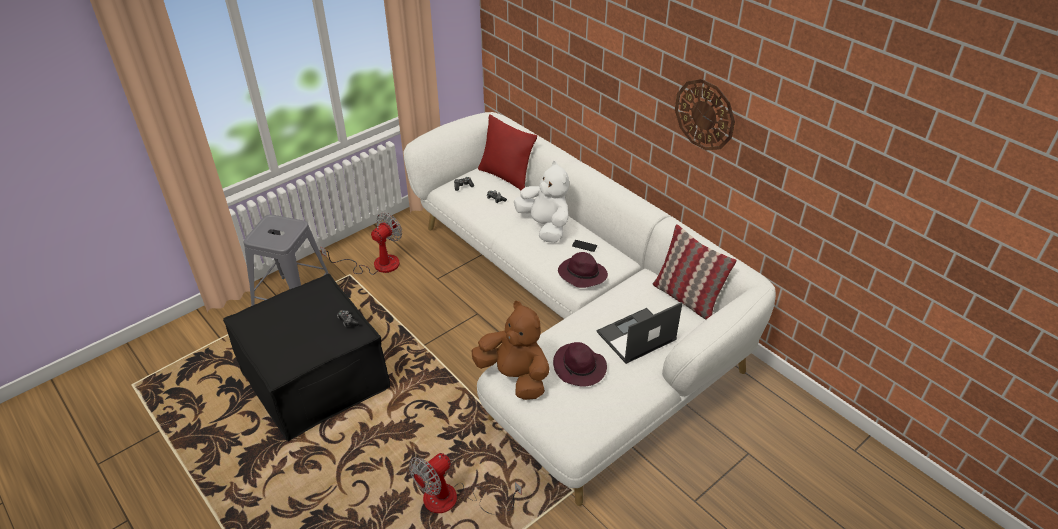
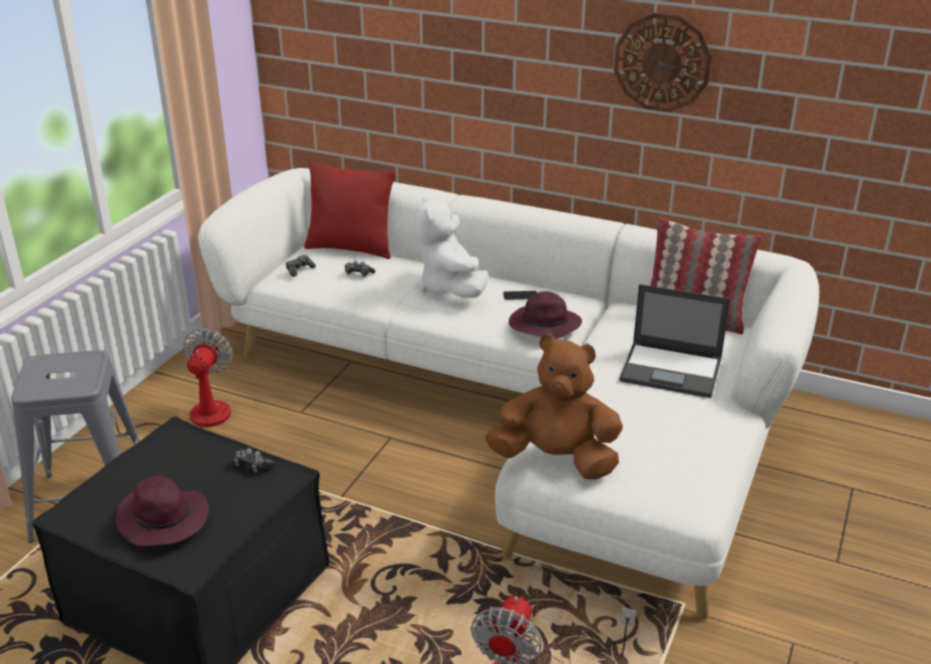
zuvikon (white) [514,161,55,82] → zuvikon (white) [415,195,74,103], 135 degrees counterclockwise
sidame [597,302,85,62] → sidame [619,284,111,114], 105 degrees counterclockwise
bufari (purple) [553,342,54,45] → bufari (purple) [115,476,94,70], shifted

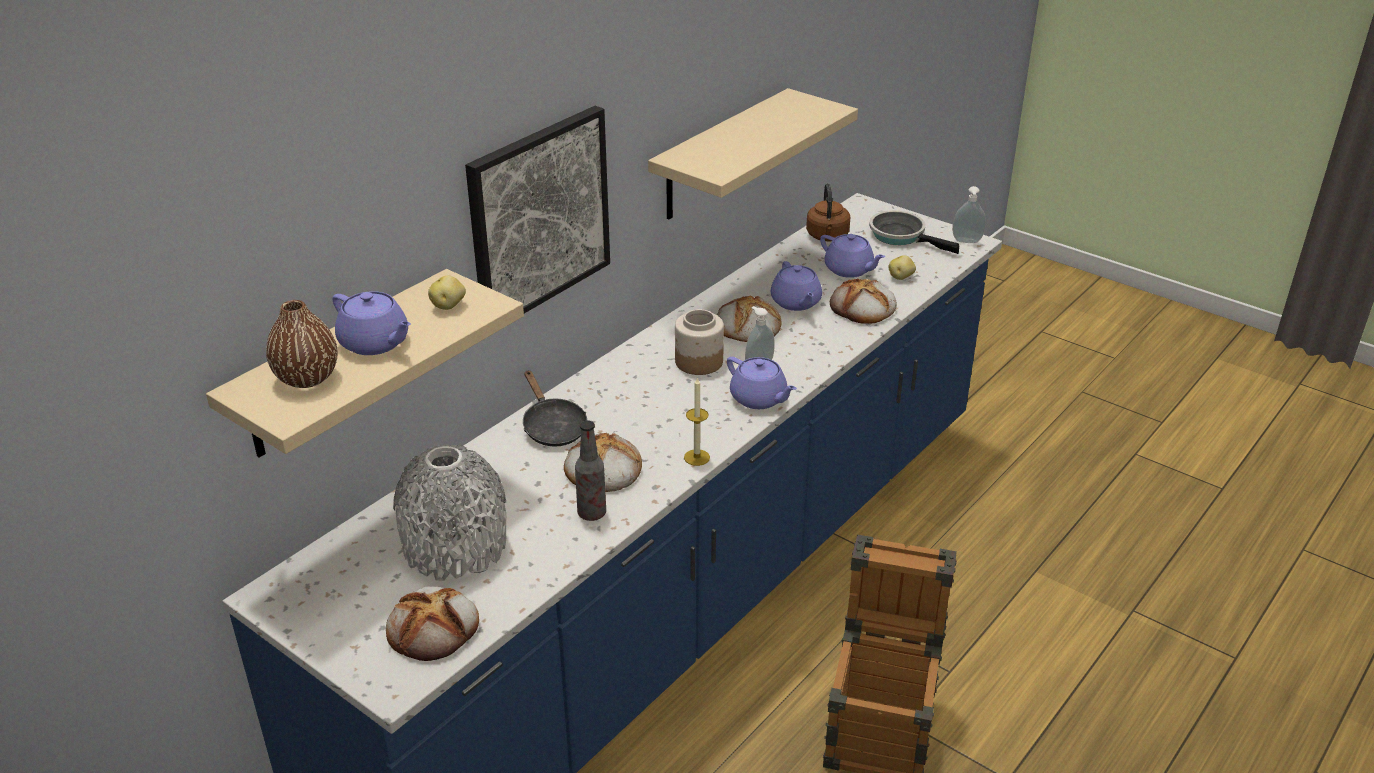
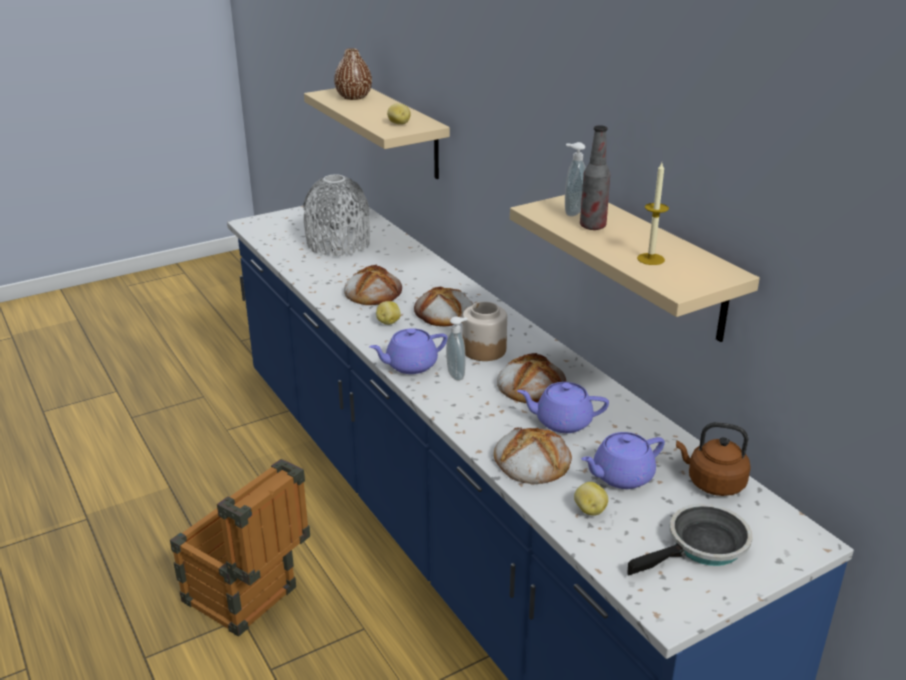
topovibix [465,106,145,207] → -
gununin [952,186,34,57] → gununin [565,142,21,74], shifted
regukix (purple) [332,291,79,64] → -
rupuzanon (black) [523,370,64,77] → -
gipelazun [684,377,26,89] → gipelazun [637,163,32,102], shifted
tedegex [575,421,31,100] → tedegex [580,125,30,105], shifted
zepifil [386,586,93,75] → zepifil [414,286,59,40], shifted
- → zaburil [376,301,25,24]

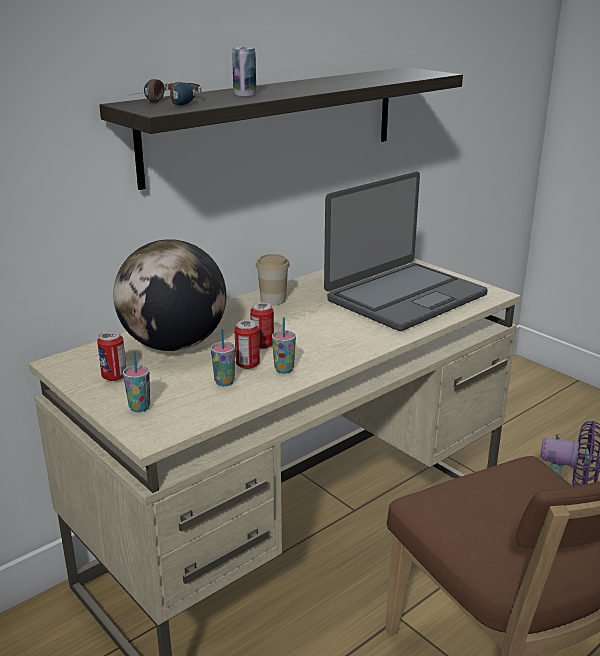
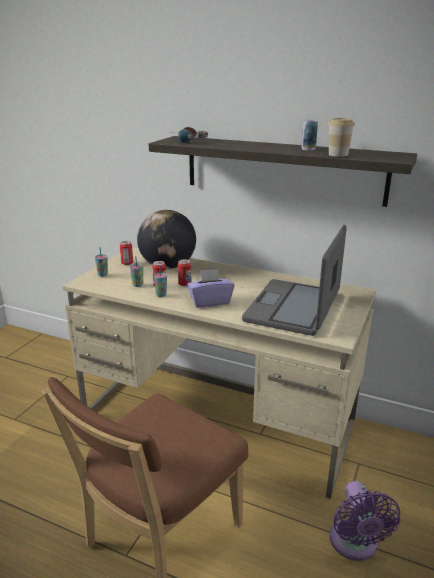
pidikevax [232,47,24,49] → pidikevax [301,120,17,30], shifted
sidame [324,172,164,159] → sidame [242,225,105,111], 90 degrees clockwise
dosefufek [256,254,34,52] → dosefufek [328,118,27,39], shifted
- → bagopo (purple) [187,269,47,39]

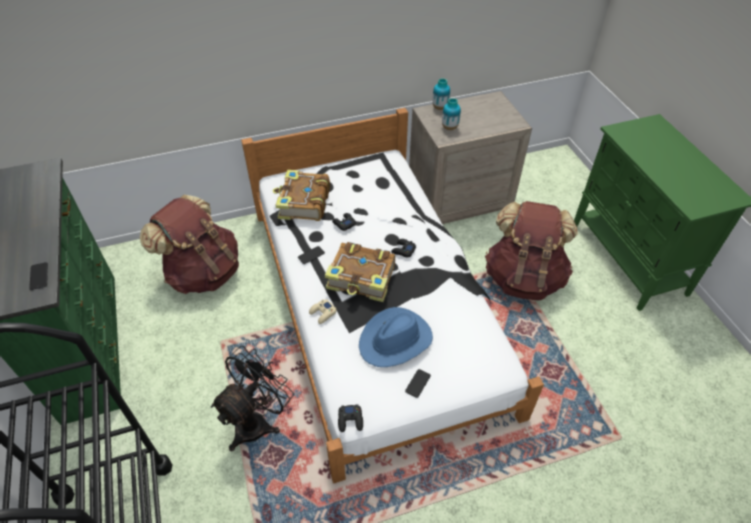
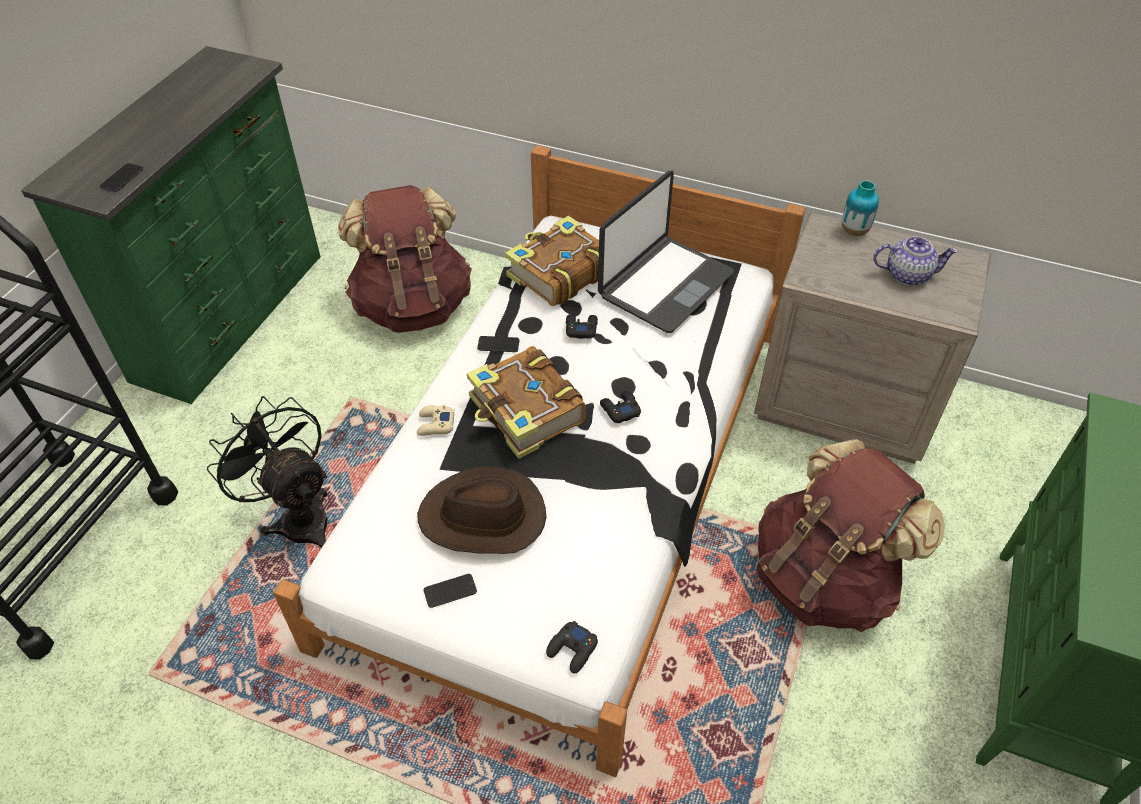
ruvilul [442,98,19,32] → -
bufari (blue) [359,307,74,60] → bufari (brown) [417,466,129,88]
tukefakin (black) [211,346,83,106] → tukefakin (black) [207,396,120,152], 120 degrees counterclockwise
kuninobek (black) [338,404,25,28] → kuninobek (black) [546,621,52,53], shifted
- → sidame [598,171,136,162]
- → regukix [873,236,85,49]

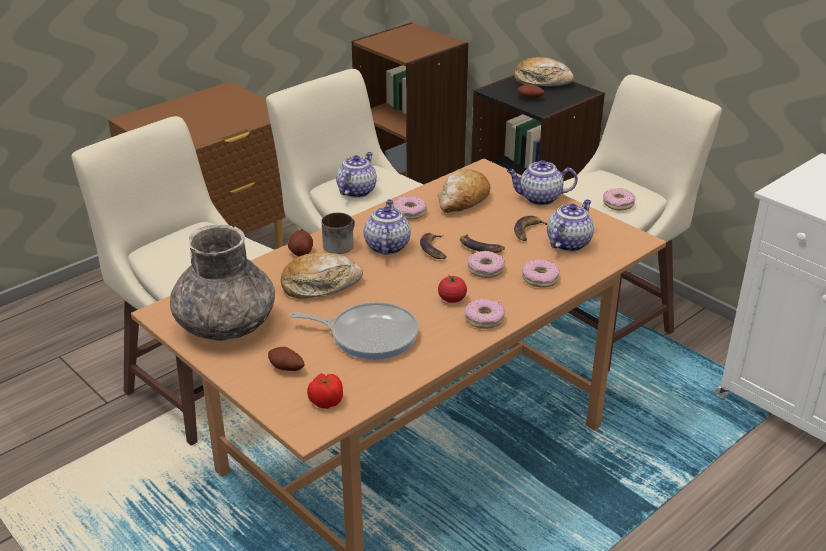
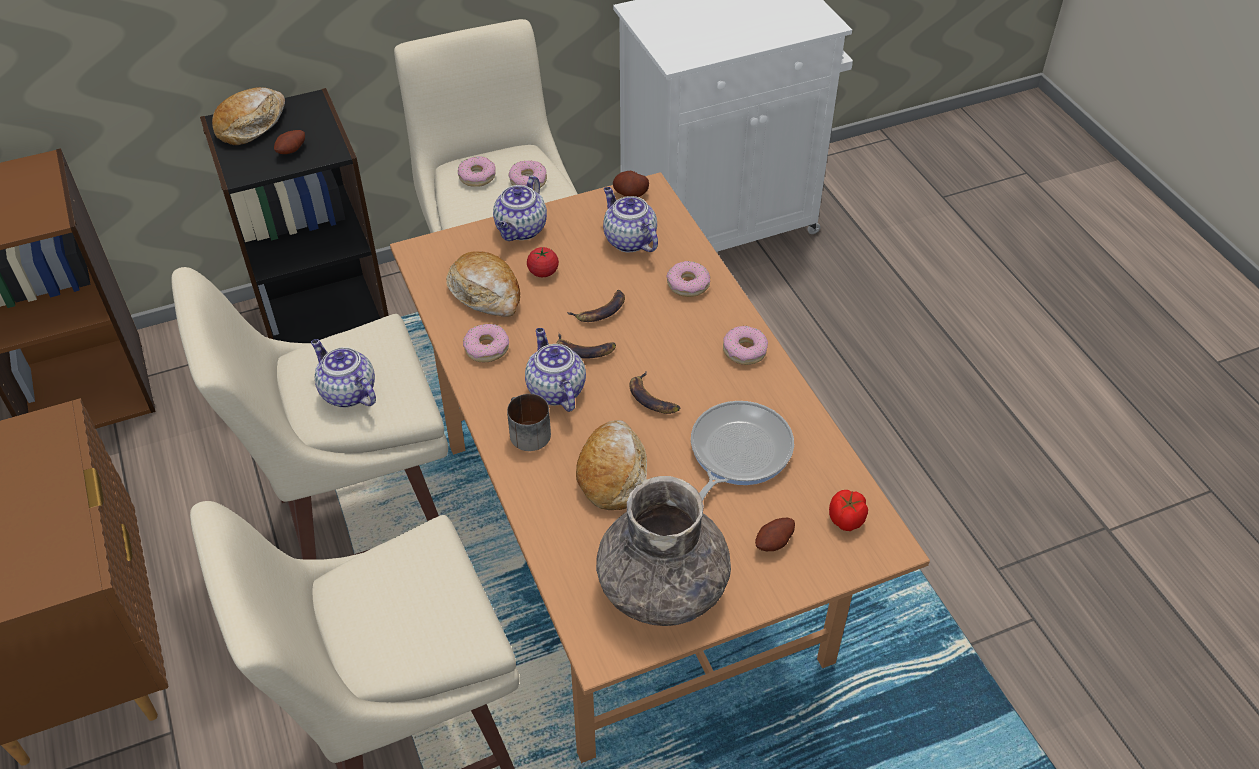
regukix [364,200,46,55] → regukix [525,328,61,84], 45 degrees clockwise
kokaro [514,215,33,26] → kokaro [629,372,51,42], shifted
zaburil [288,230,25,26] → zaburil [613,171,36,26], shifted
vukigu [467,251,38,27] → vukigu [458,156,38,31], shifted
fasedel [438,276,29,27] → fasedel [527,247,32,30], shifted

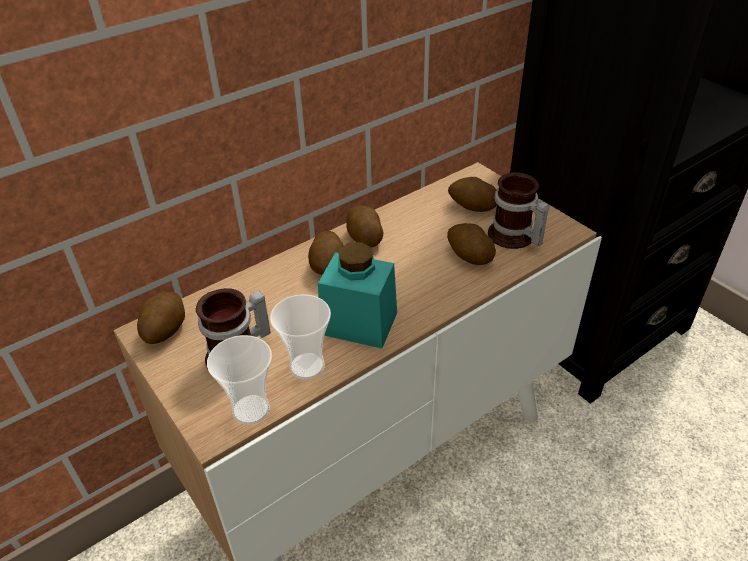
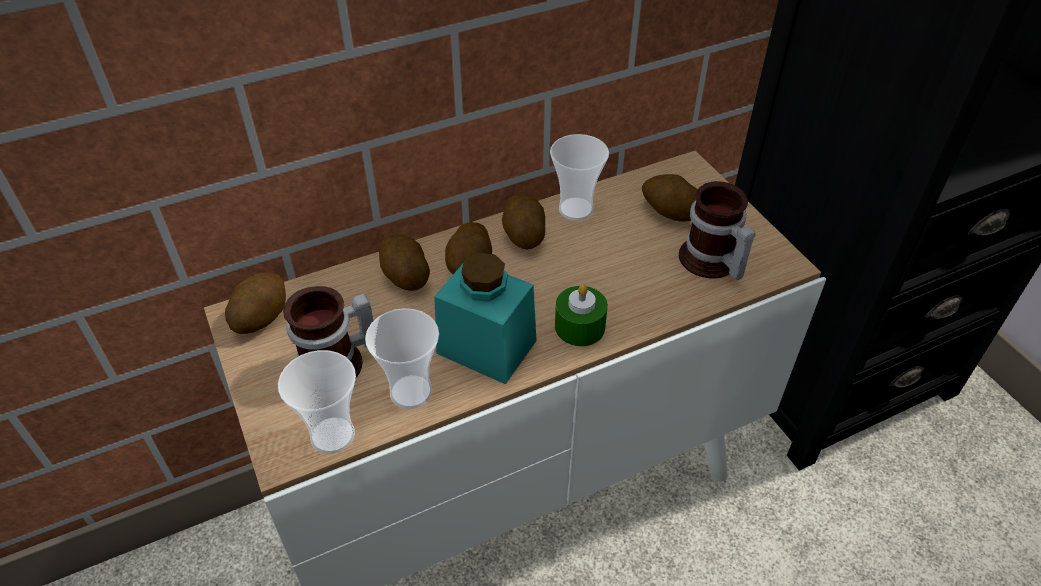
zaburil [447,223,49,42] → zaburil [379,234,51,57], shifted
- → dosefufek [550,134,59,87]
- → gipelazun (green) [555,284,53,62]

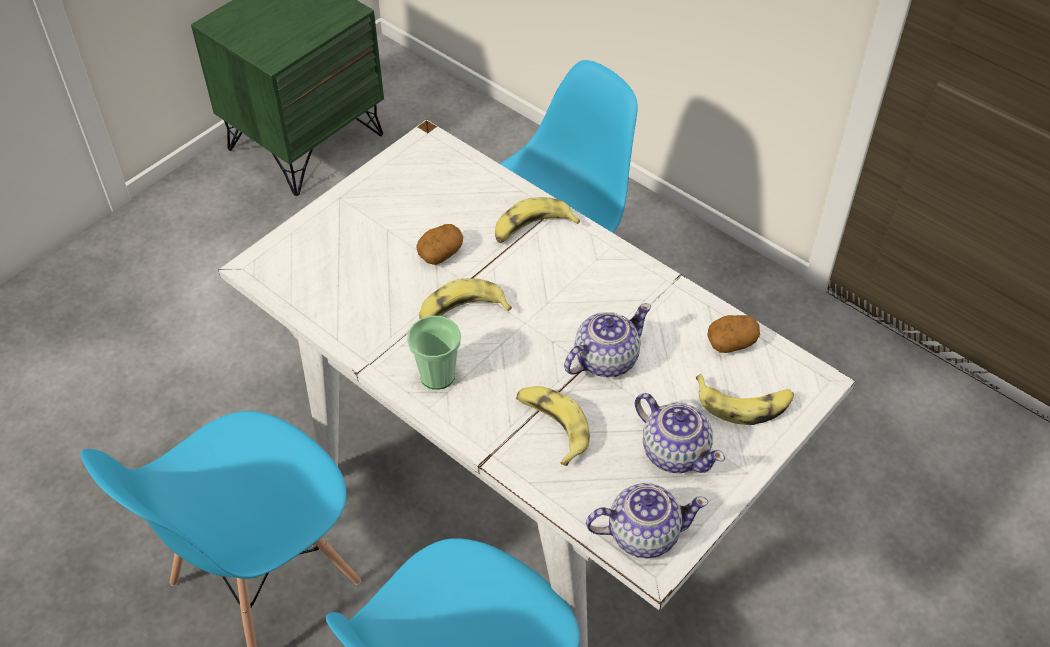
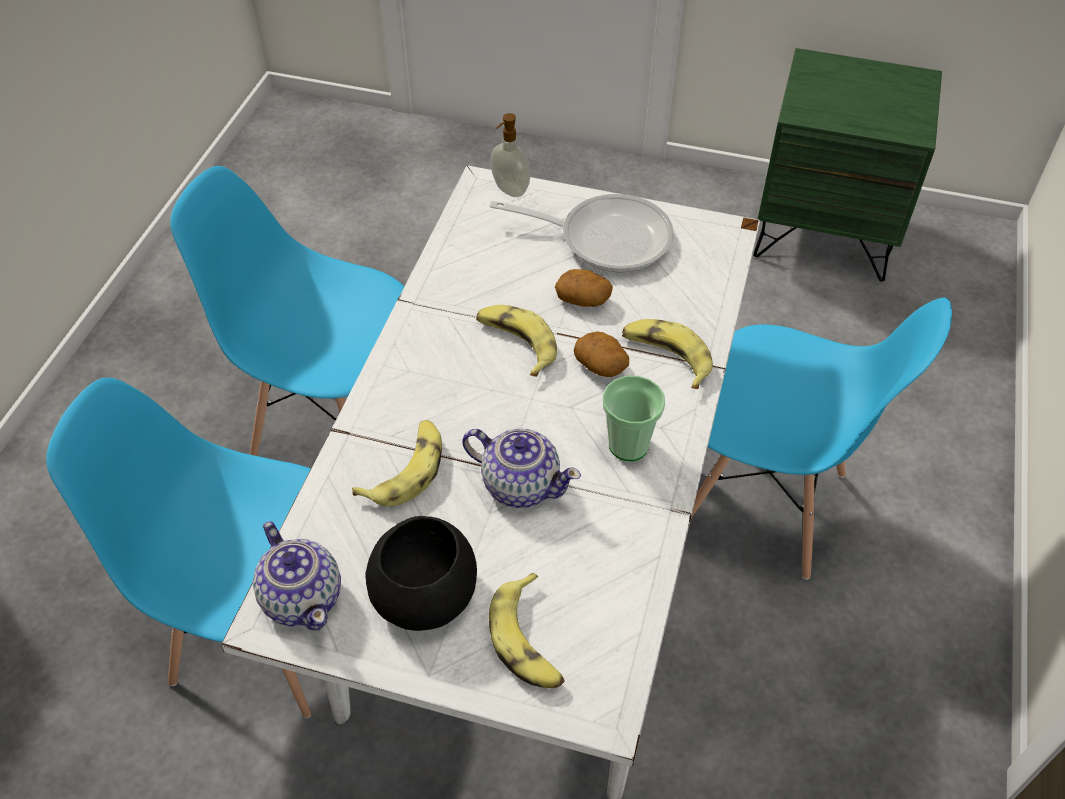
zaburil [707,315,53,38] → zaburil [574,331,55,46], shifted
dosefufek [407,316,54,74] → dosefufek [603,376,62,85], shifted
regukix [635,393,90,80] → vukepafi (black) [365,516,112,115]
- → gununin [491,113,39,84]
- → rupuzanon [489,194,185,78]

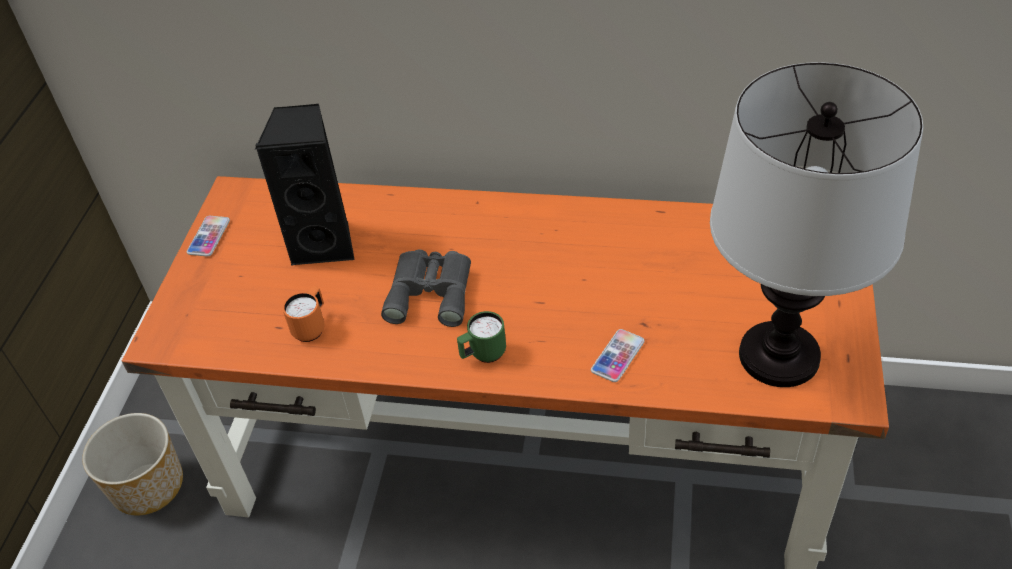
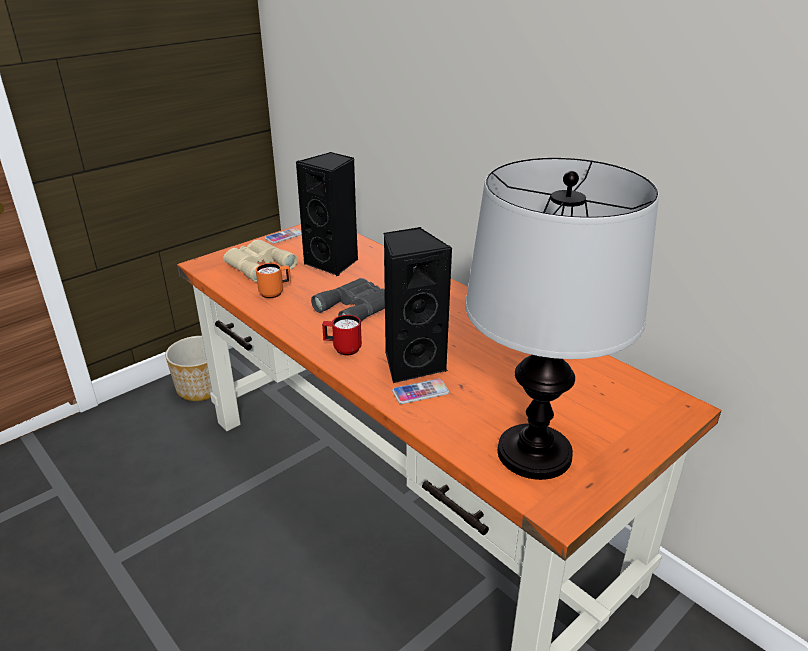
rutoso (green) [457,311,49,52] → rutoso (red) [322,315,40,40]
- → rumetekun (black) [383,227,70,156]
- → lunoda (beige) [223,240,75,42]

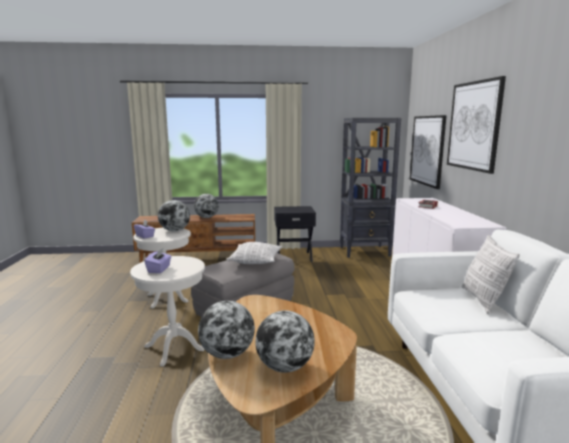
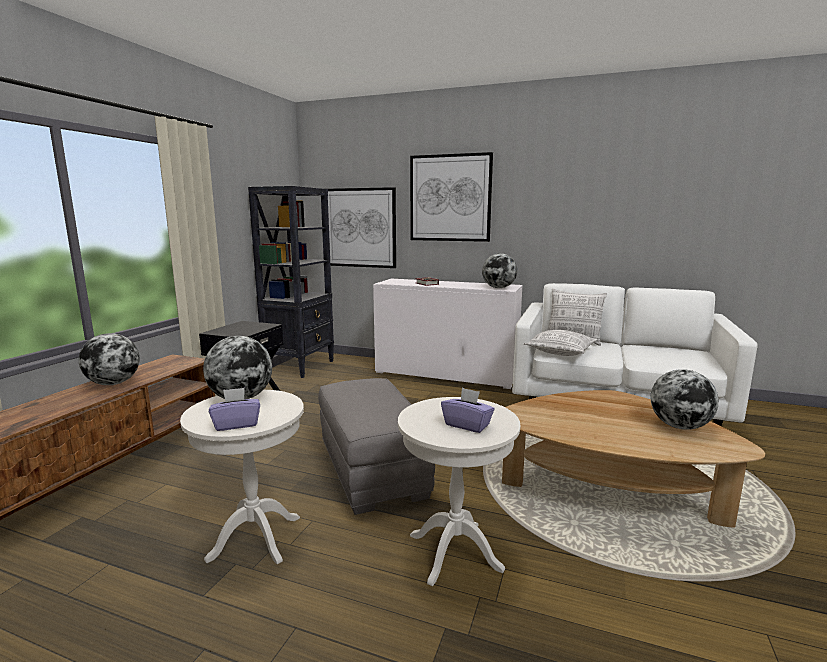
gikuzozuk [226,242,57,22] → gikuzozuk [523,330,74,26], shifted
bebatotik [198,301,57,58] → bebatotik [482,253,35,35], shifted

